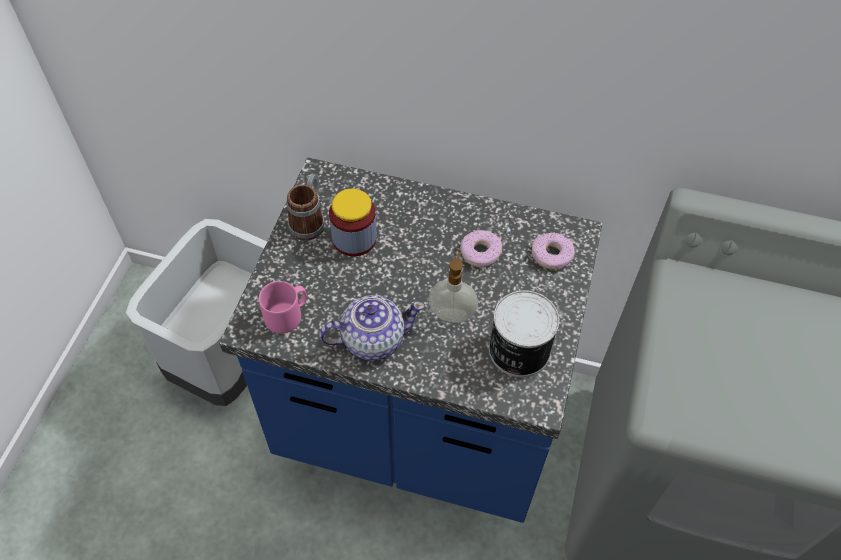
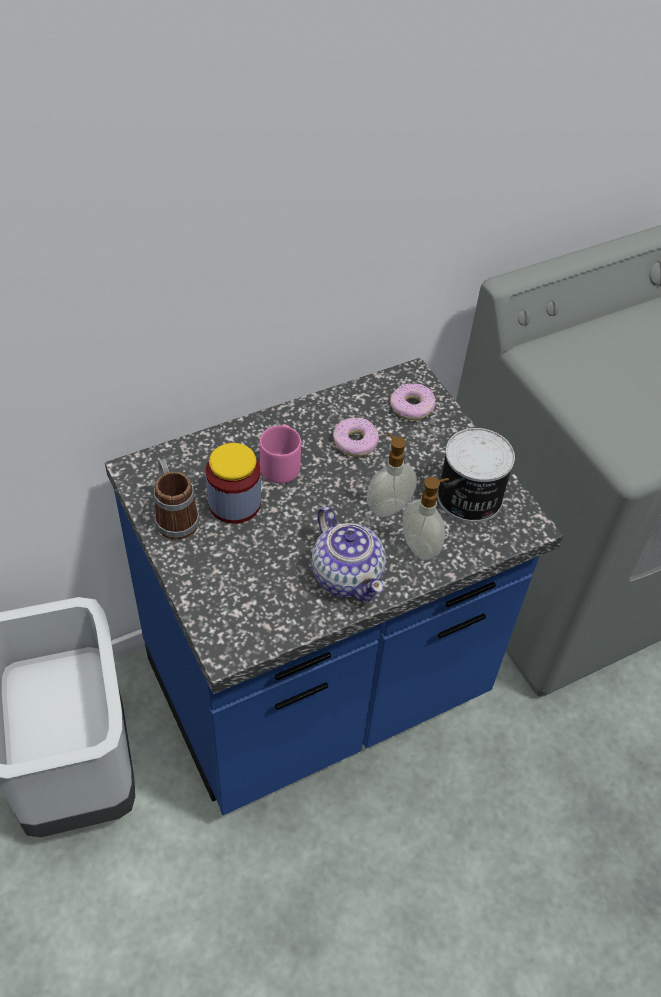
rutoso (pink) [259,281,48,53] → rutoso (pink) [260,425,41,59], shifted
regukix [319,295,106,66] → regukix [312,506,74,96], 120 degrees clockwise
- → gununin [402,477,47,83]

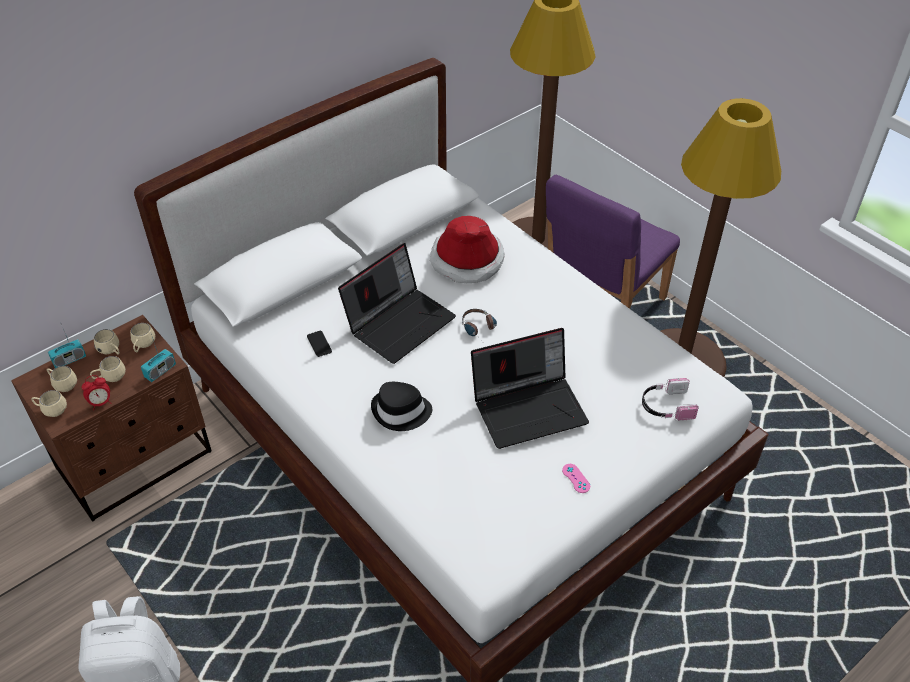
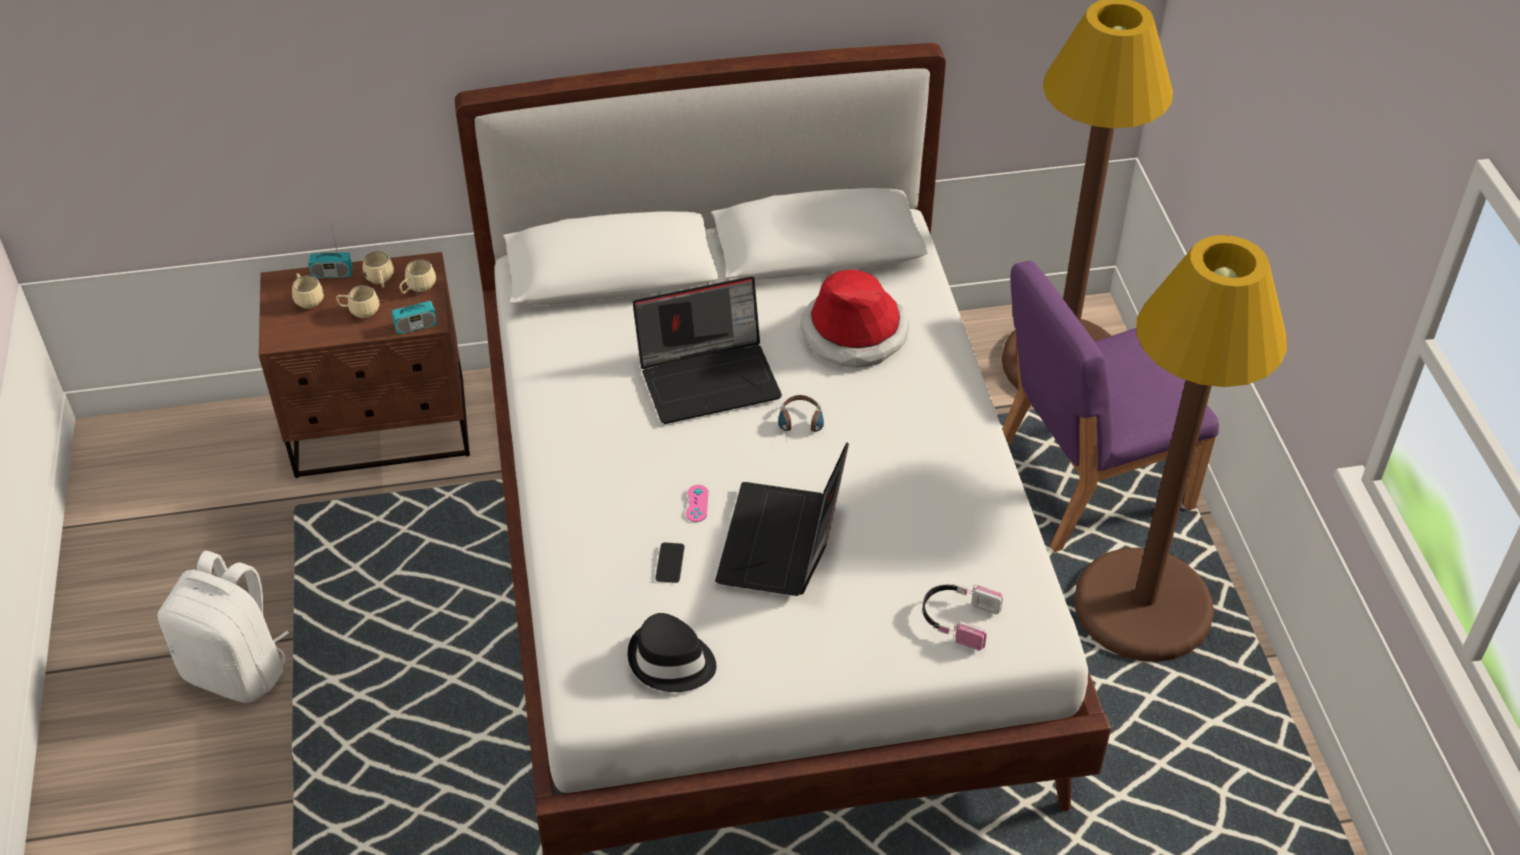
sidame [471,328,118,121] → sidame [715,442,134,154], 90 degrees clockwise
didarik [307,331,25,26] → didarik [655,543,30,40], shifted
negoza [81,375,30,35] → -
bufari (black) [371,382,61,49] → bufari (black) [628,613,88,79], shifted
rutoso (beige) [31,390,36,27] → -
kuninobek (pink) [562,464,28,29] → kuninobek (pink) [686,485,23,37], shifted

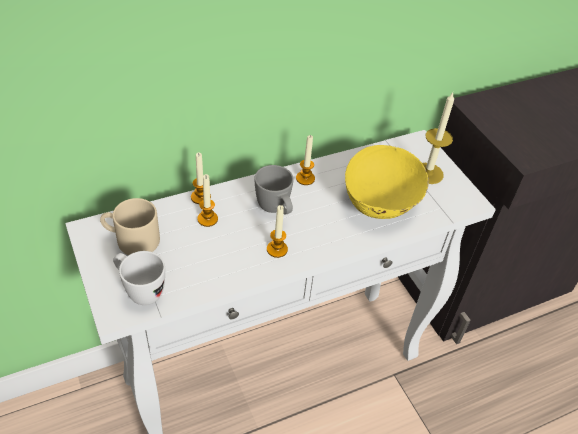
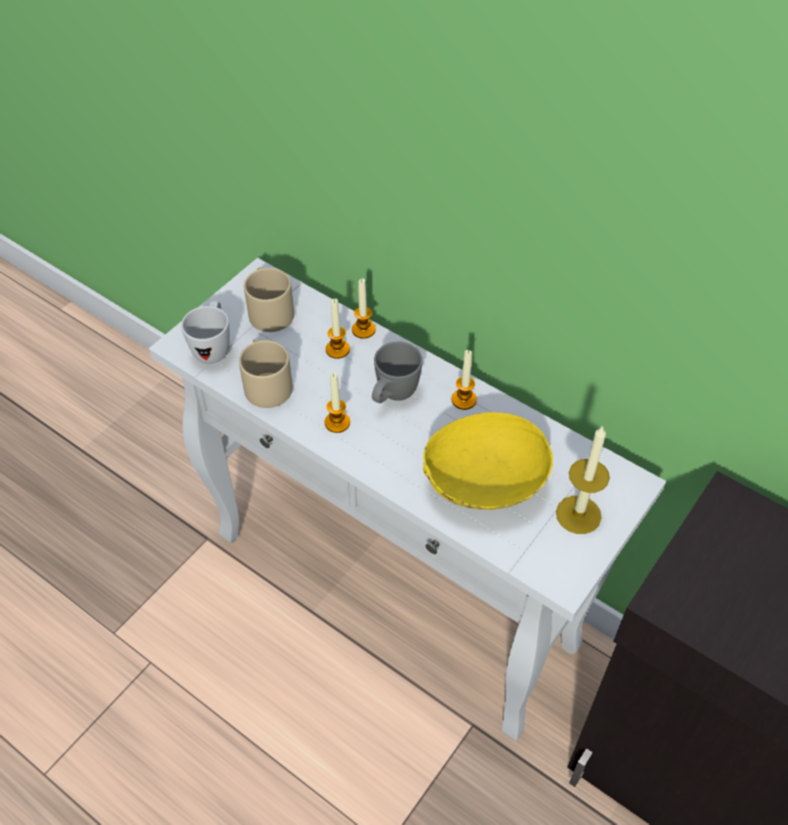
- → rutoso (beige) [239,338,54,70]

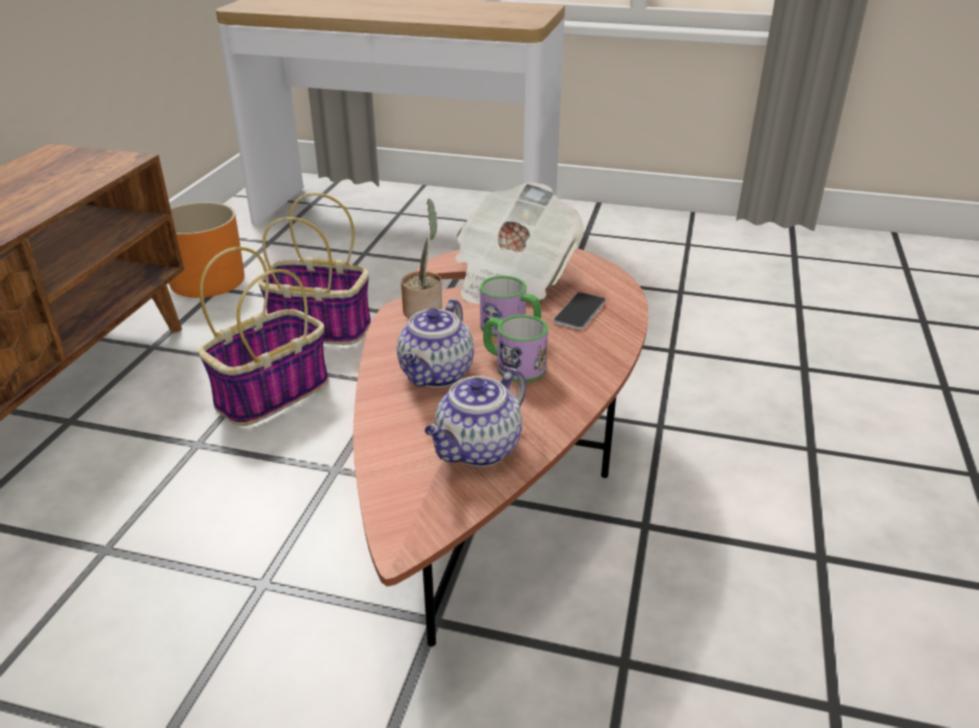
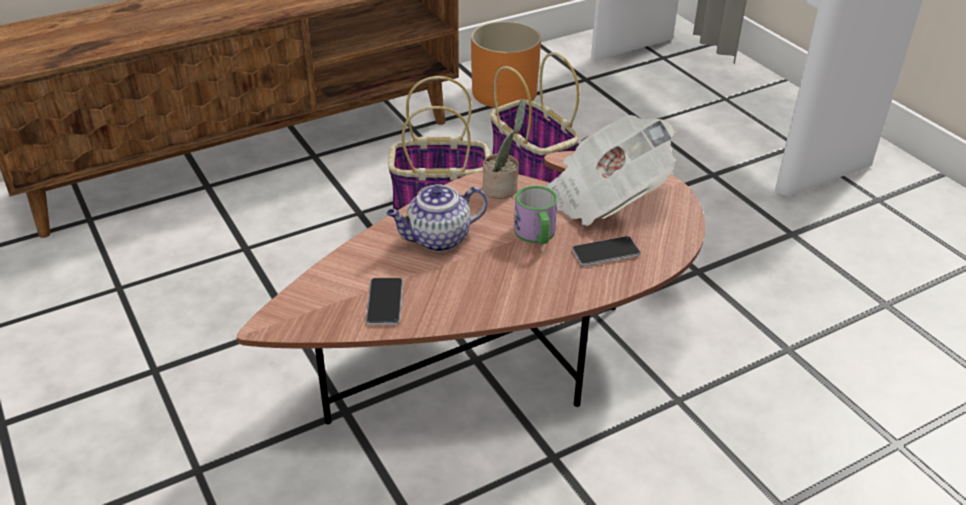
rutoso [483,315,65,67] → -
regukix [424,368,102,99] → didarik [366,278,37,47]

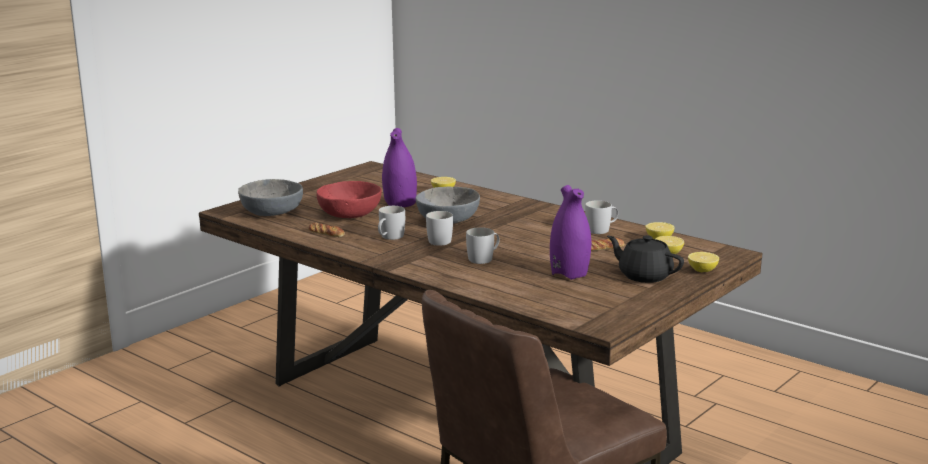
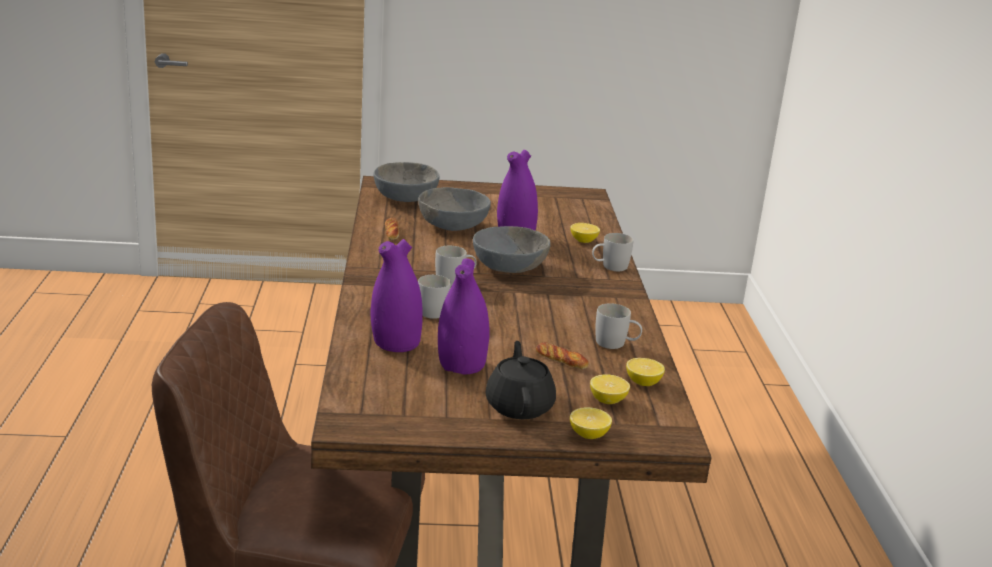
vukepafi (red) [316,181,66,37] → vukepafi (grey) [418,187,73,44]
rutoso (white) [378,206,27,34] → rutoso (white) [592,233,41,38], shifted
- → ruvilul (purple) [371,239,52,113]

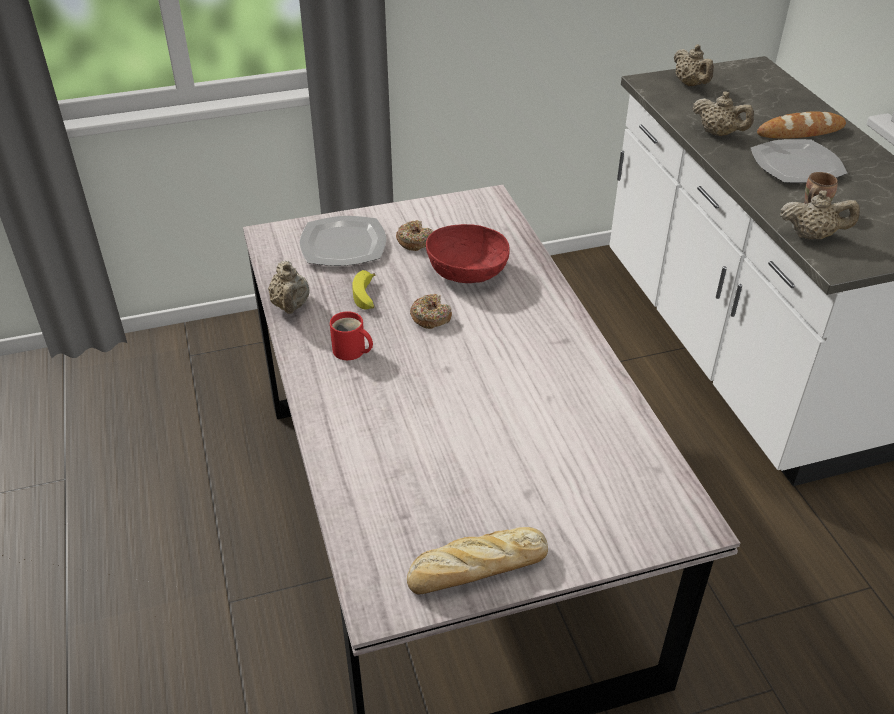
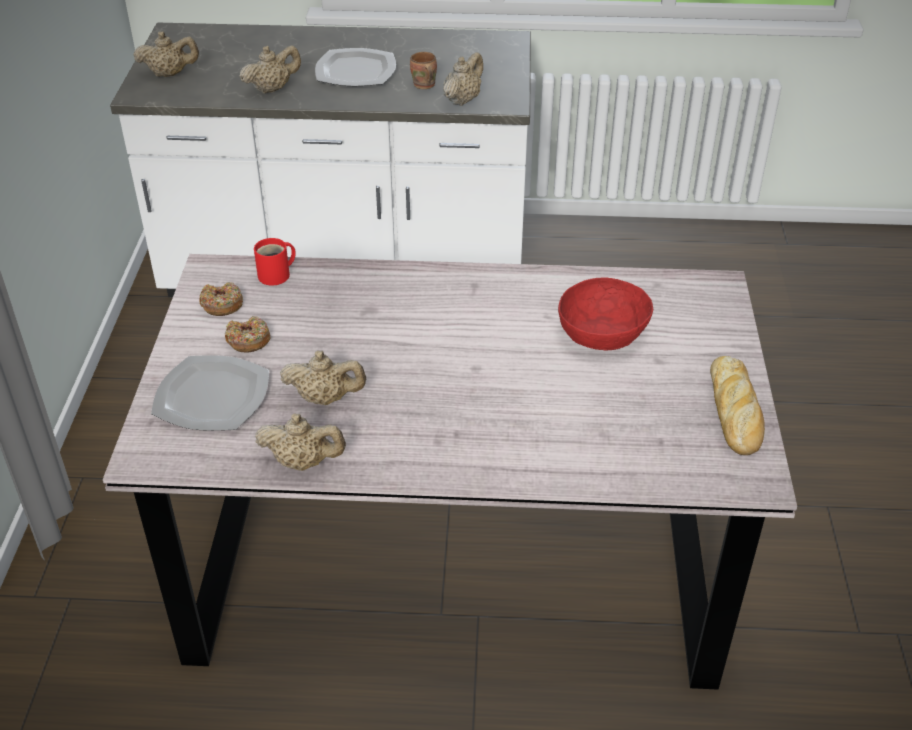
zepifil [757,111,89,28] → -
vukepafi (red) [426,224,84,59] → vukepafi (red) [558,277,95,74], shifted
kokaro [352,270,23,40] → regukix (beige) [280,351,86,54]
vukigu [410,294,42,35] → vukigu [199,282,44,34], shifted
rutoso (red) [330,311,43,49] → rutoso (red) [254,238,42,48], shifted

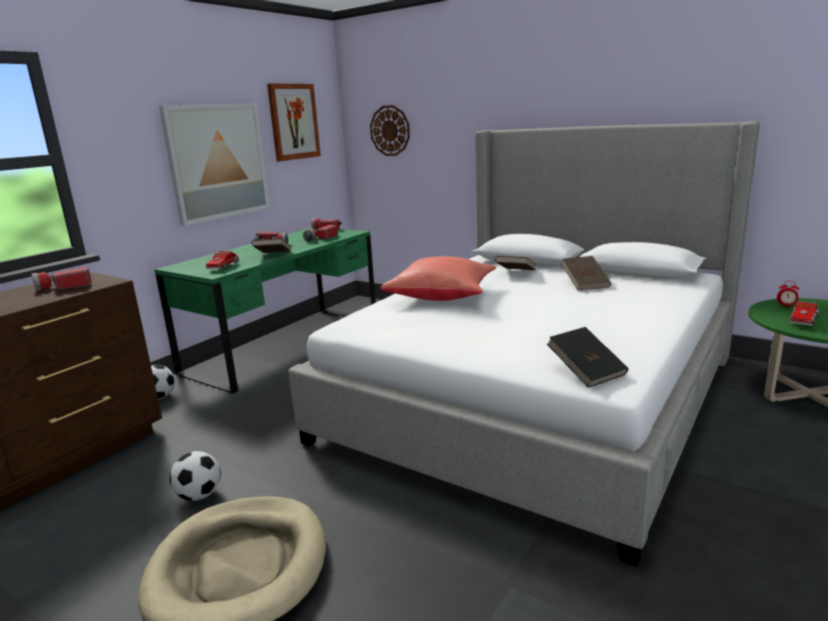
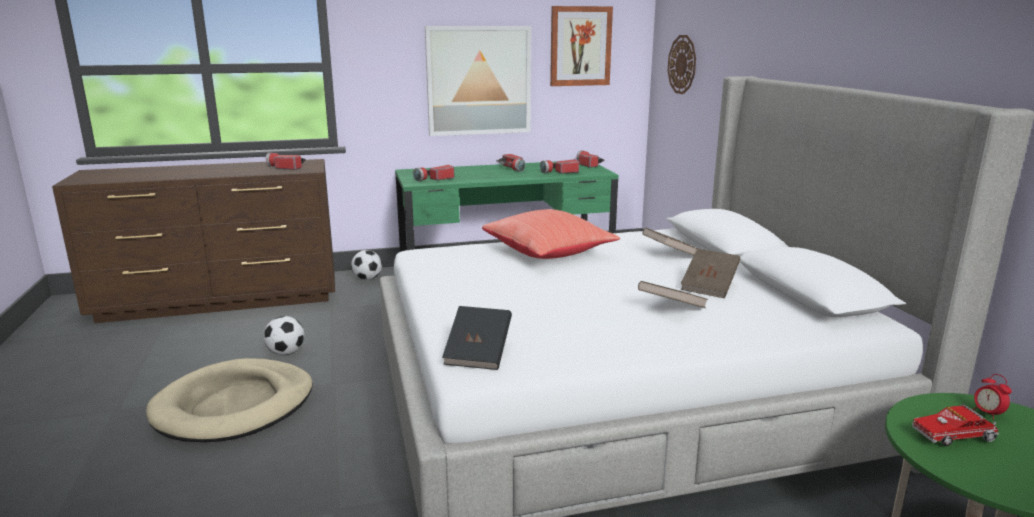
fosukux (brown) [251,238,40,15] → fosukux (brown) [638,281,70,27], shifted
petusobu [206,251,33,18] → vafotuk [413,165,41,16]

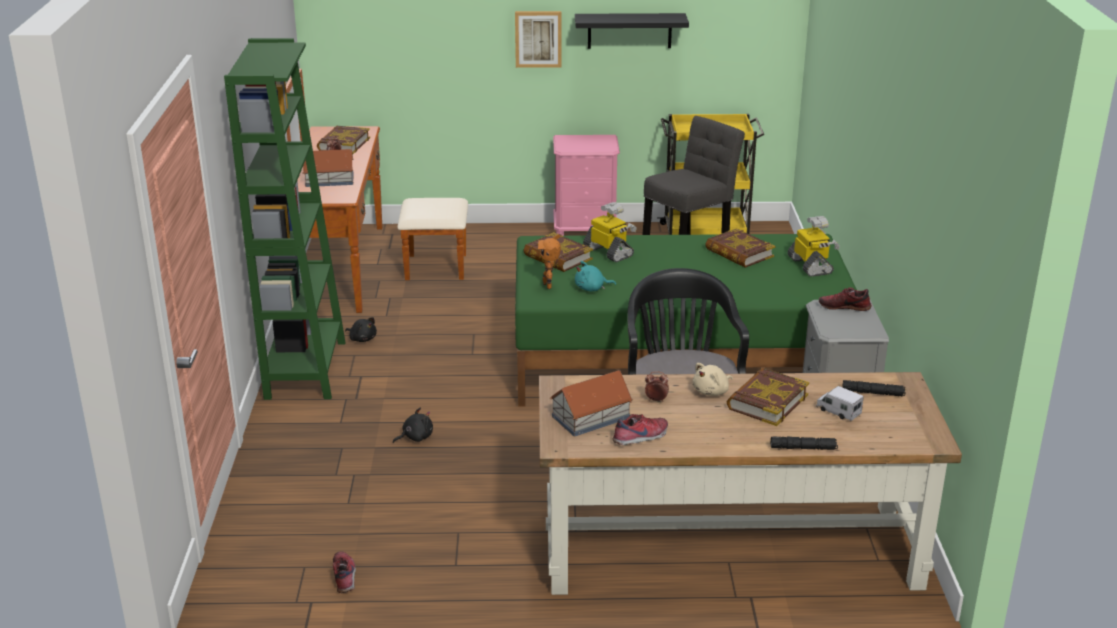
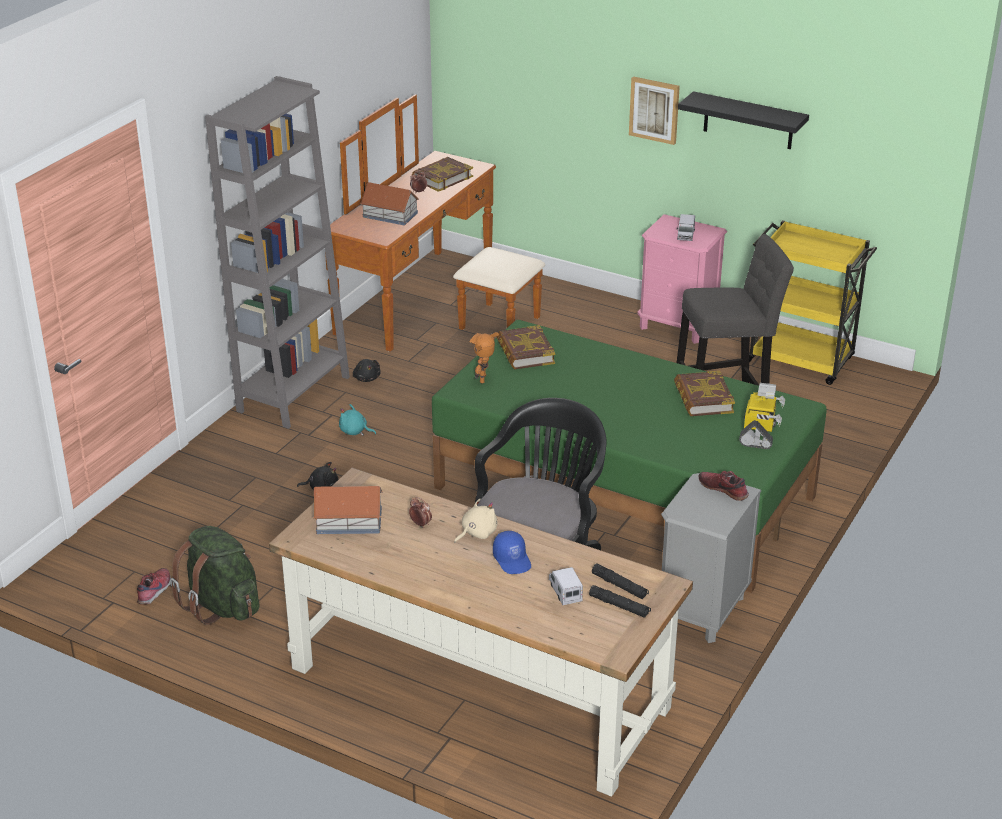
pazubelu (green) [224,38,121,362] → pazubelu (grey) [205,76,145,353]
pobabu [583,202,54,60] → -
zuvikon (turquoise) [575,261,41,30] → zuvikon (turquoise) [339,404,37,32], shifted
zuvikon (beige) [693,363,40,33] → zuvikon (beige) [454,498,43,45], 150 degrees clockwise
fosukux [727,368,82,58] → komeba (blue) [493,531,38,43]
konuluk [613,414,55,31] → -
vafotuk (black) [771,437,67,13] → vafotuk (black) [589,585,62,33], shifted
- → petusobu [677,214,18,27]
- → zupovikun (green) [170,526,89,99]

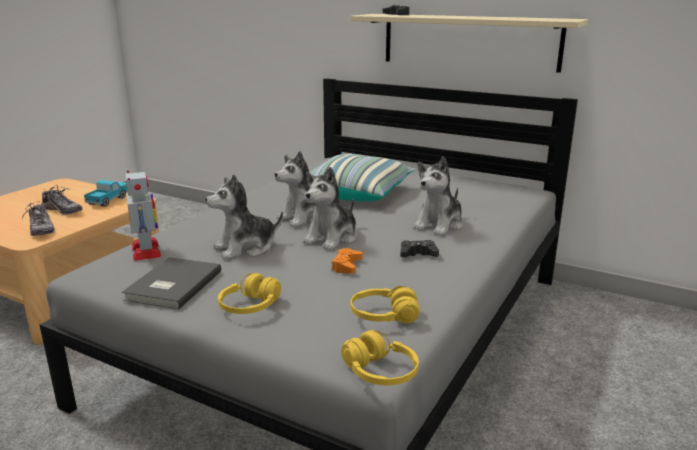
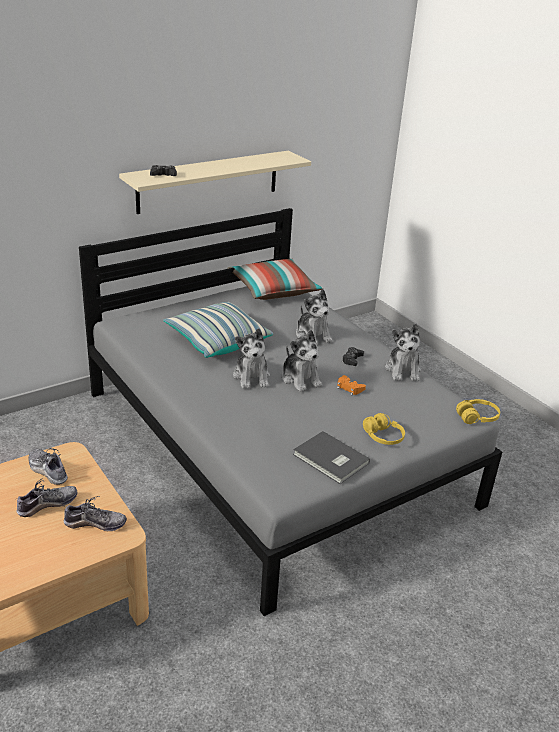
pobabu [125,170,36,91] → -
zuvikon [205,174,78,86] → zuvikon [385,324,36,57], shifted
petusobu [84,180,44,27] → konuluk [29,448,39,37]
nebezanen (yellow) [351,286,69,38] → -
- → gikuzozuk [227,258,96,42]

